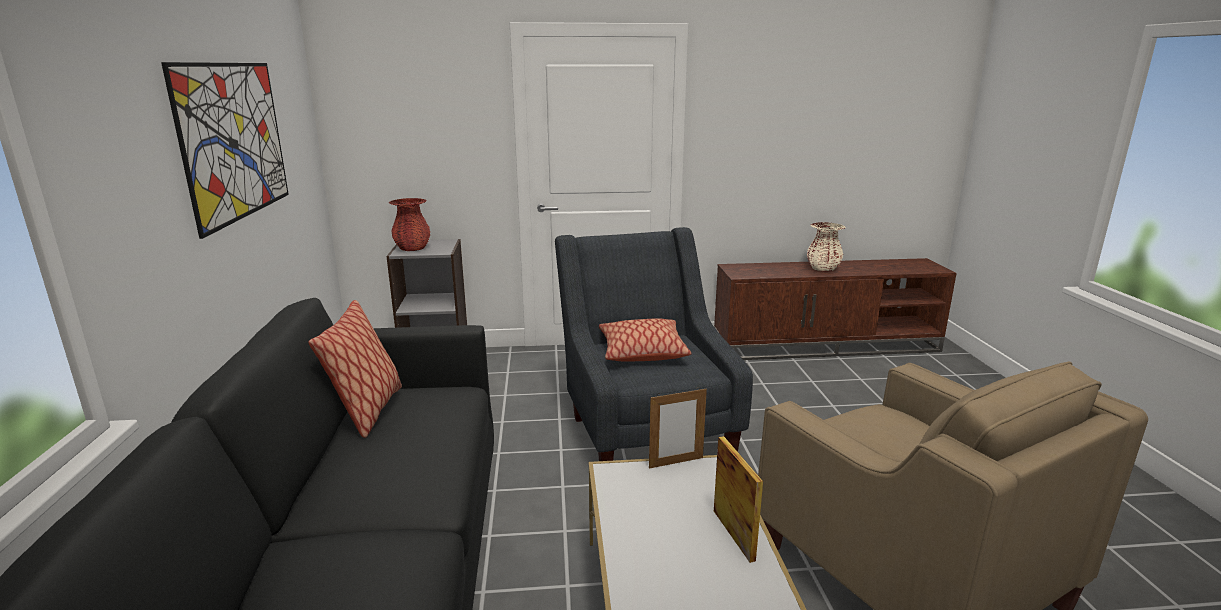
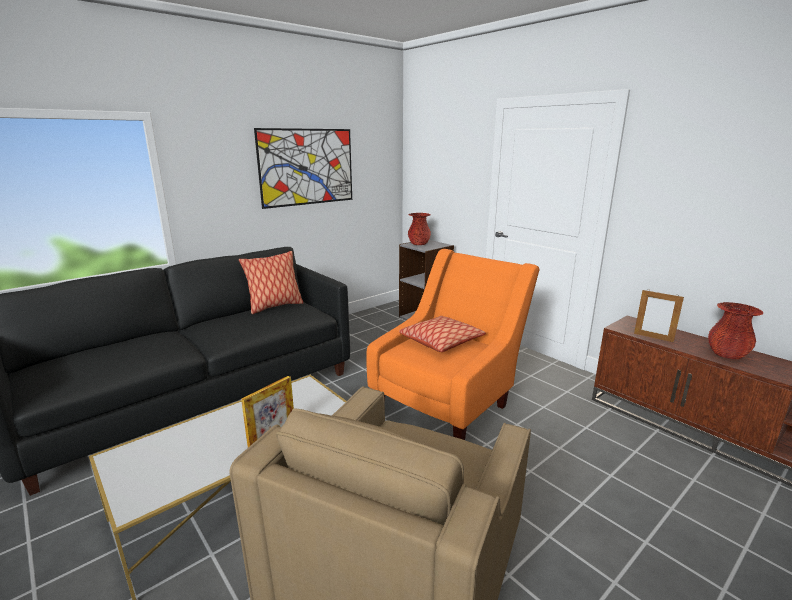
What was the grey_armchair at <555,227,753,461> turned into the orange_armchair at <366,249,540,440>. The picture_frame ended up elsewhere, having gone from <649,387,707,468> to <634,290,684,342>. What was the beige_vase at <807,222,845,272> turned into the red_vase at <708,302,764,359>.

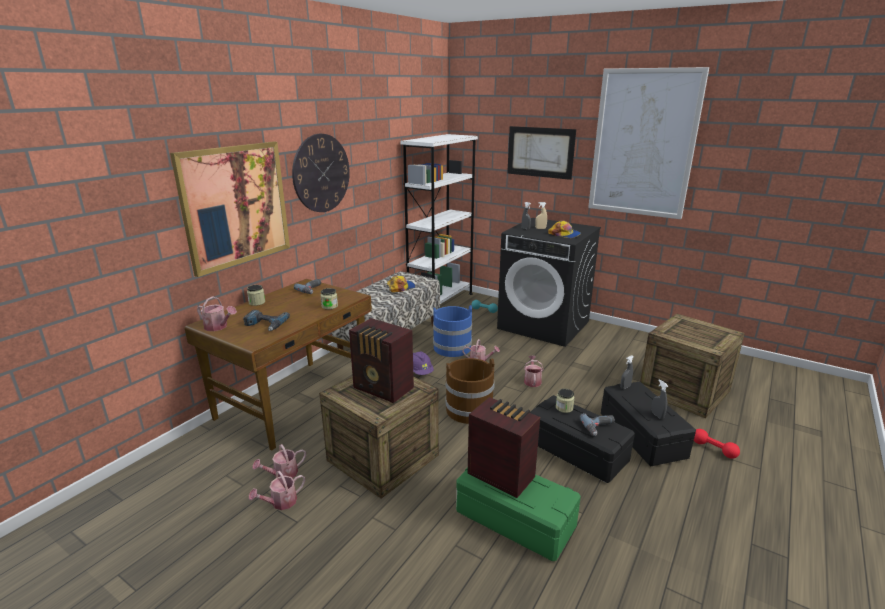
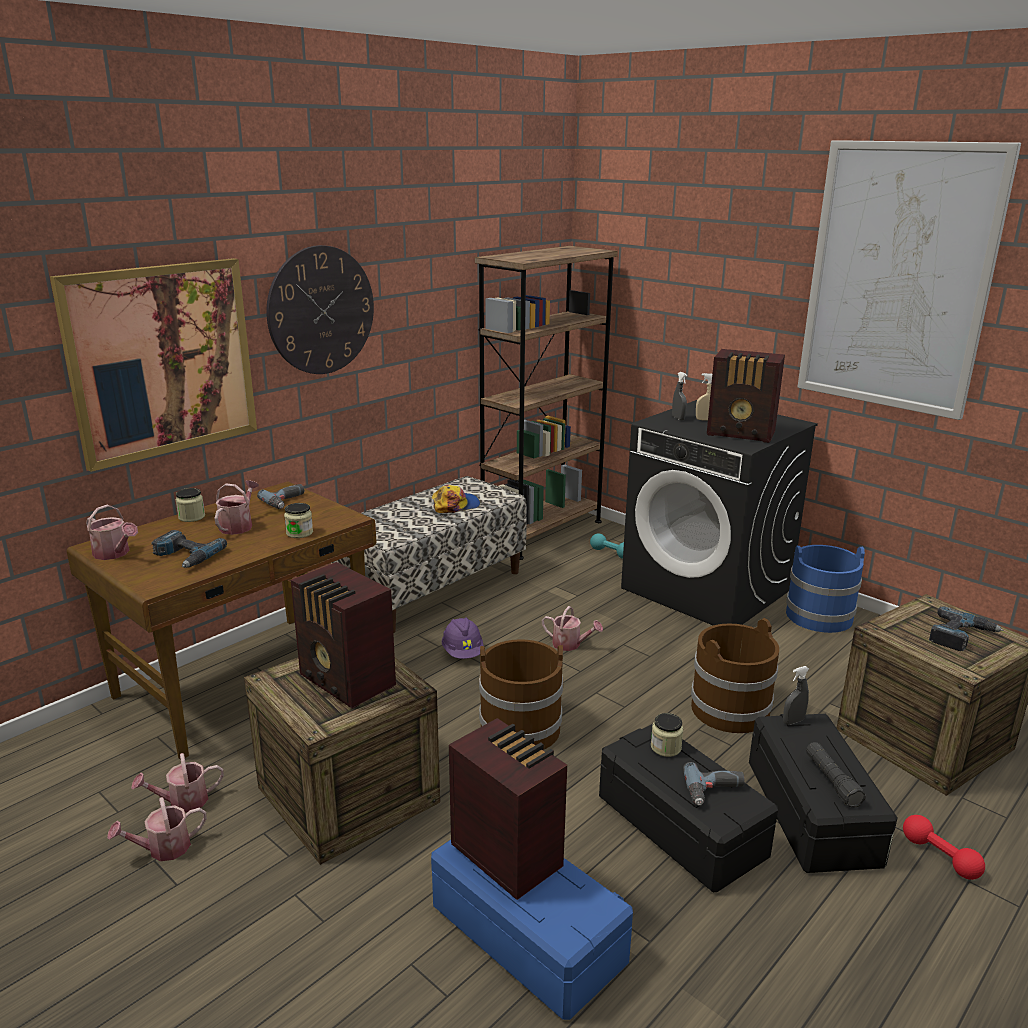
What was the white_bookcase at <401,134,478,304> turned into the brown_bookcase at <475,246,618,560>. The blue_bucket ended up elsewhere, having gone from <433,305,472,357> to <786,545,865,633>. What was the green_storage_box at <456,467,581,561> turned into the blue_storage_box at <431,840,633,1020>. The second view lost the picture at <507,126,576,180>. The watering_can ended up elsewhere, having gone from <524,356,543,387> to <214,480,259,535>. Where the cap stood at <548,221,581,238>, the radio came to stand at <707,349,785,443>. Where the grey_spray_bottle stood at <651,379,668,419>, the black_flashlight came to stand at <806,742,866,807>. The second view gained the brown_bucket at <691,618,779,733>. The second view gained the power_drill at <929,606,1003,651>.

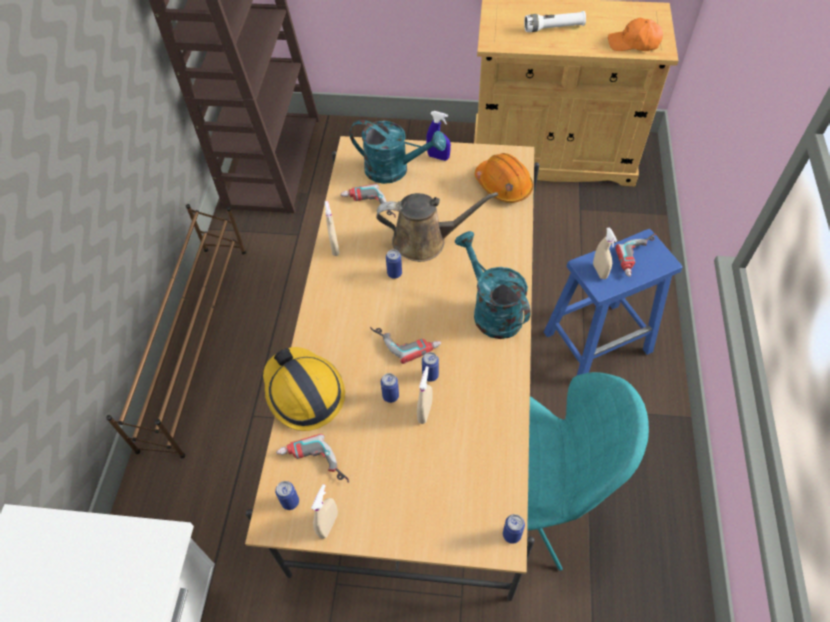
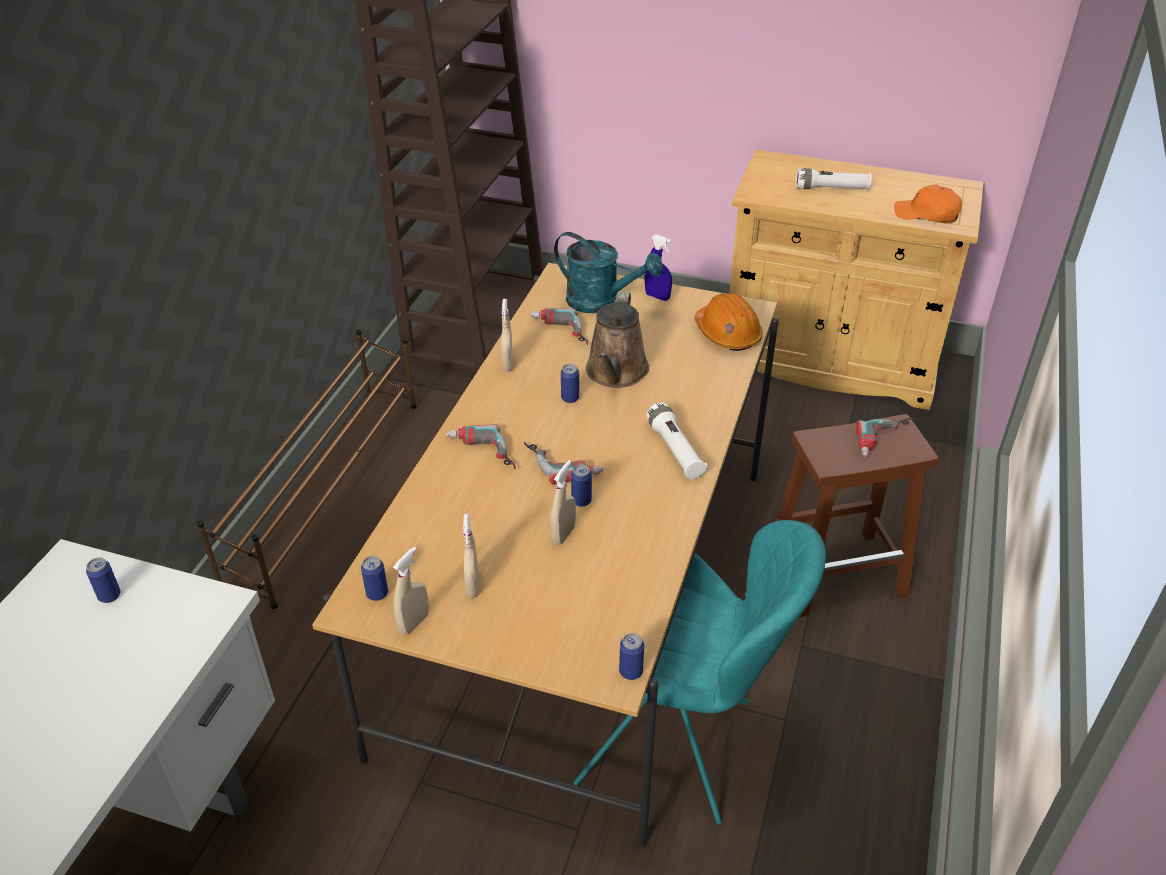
The second view lost the hard_hat at <263,347,345,431>. The power_drill ended up elsewhere, having gone from <276,434,349,483> to <446,424,516,469>. The brown_watering_can at <376,192,498,262> ended up facing another way, 90 degrees clockwise from before. The can ended up elsewhere, having gone from <381,373,399,403> to <86,557,121,603>. Where the turquoise_watering_can stood at <454,231,531,339>, the white_flashlight came to stand at <646,402,707,479>. What was the blue_stool at <544,229,682,375> turned into the brown_stool at <776,414,939,617>. The beige_spray_bottle ended up elsewhere, having gone from <593,227,617,279> to <463,514,478,598>.

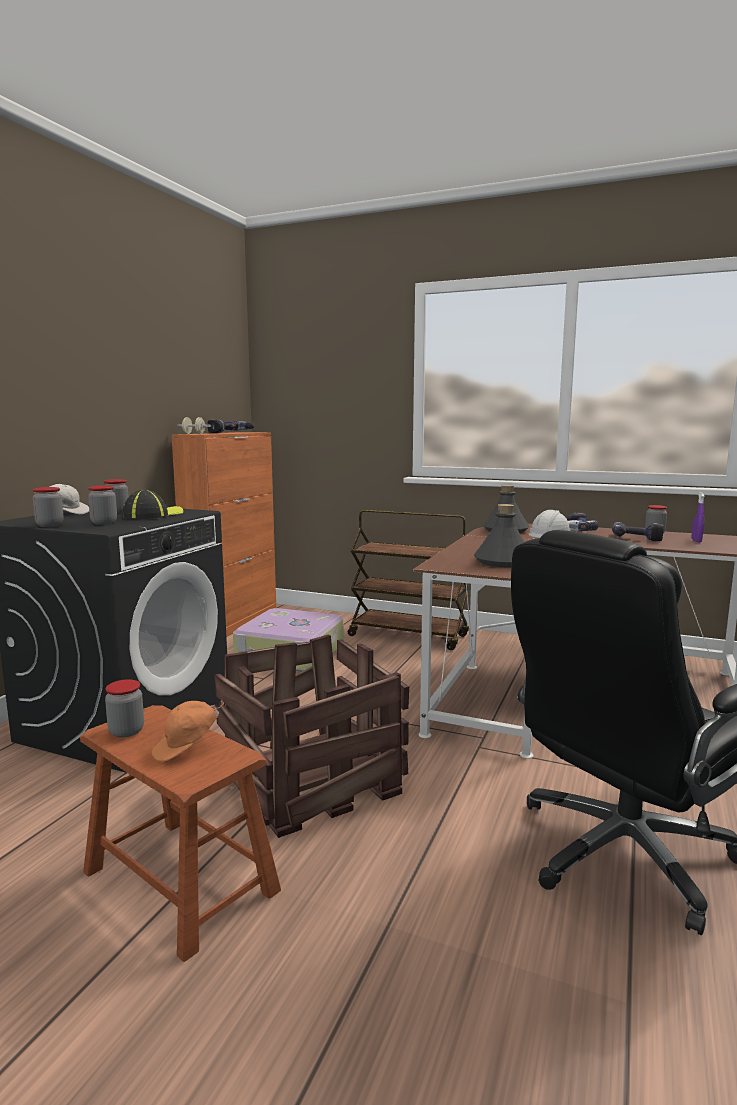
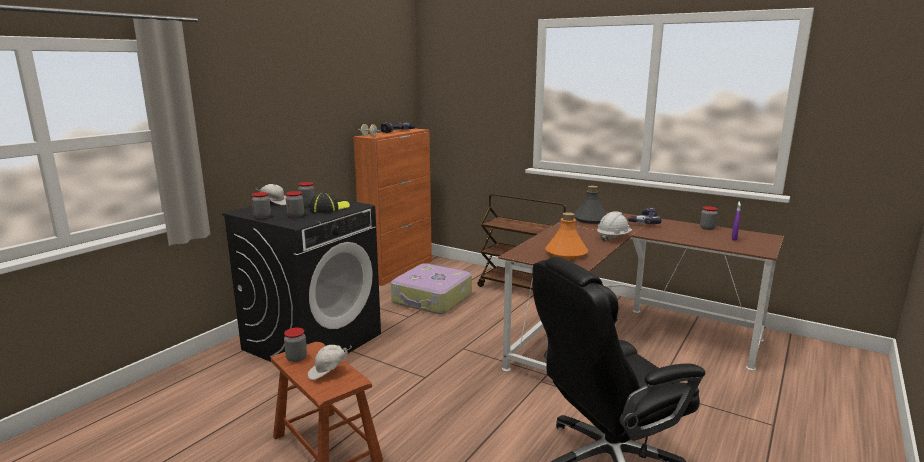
What was the orange_cap at <152,700,224,762> turned into the white_cap at <308,345,352,380>. The second view lost the crate at <214,634,409,838>. What was the grey_bottle at <474,504,524,568> turned into the orange_bottle at <545,212,588,259>. The second view lost the power_drill at <612,522,664,541>.

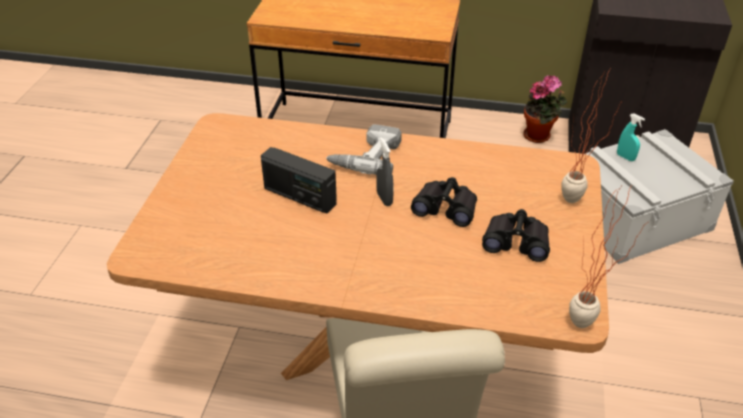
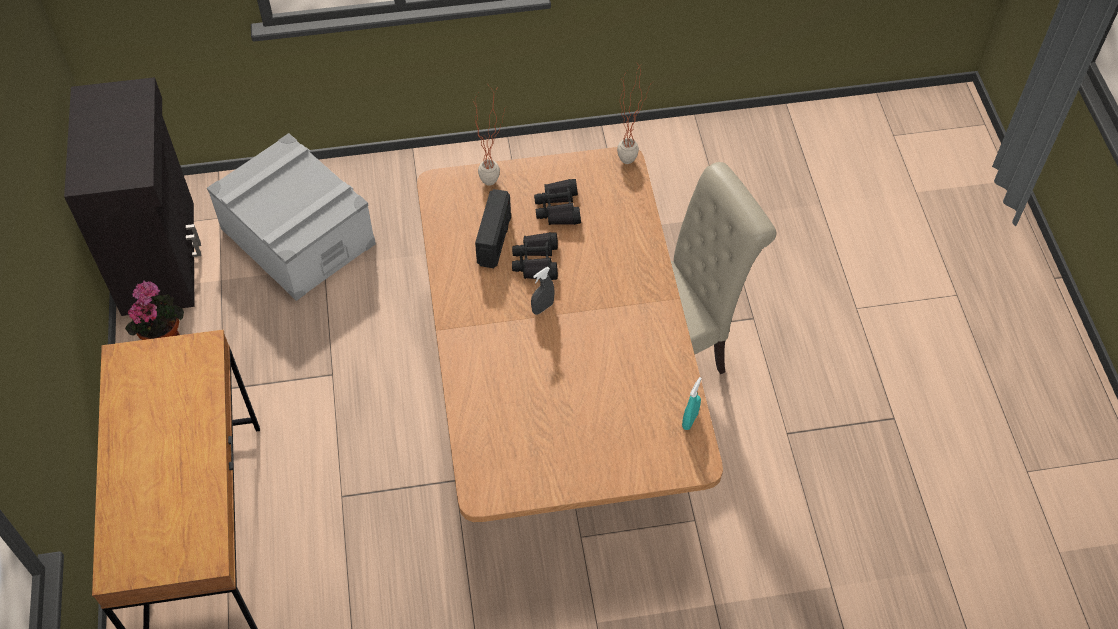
The radio ended up elsewhere, having gone from <261,147,337,214> to <475,189,511,268>. The second view lost the power_drill at <326,124,402,175>. The turquoise_spray_bottle ended up elsewhere, having gone from <617,114,645,161> to <682,377,702,430>.

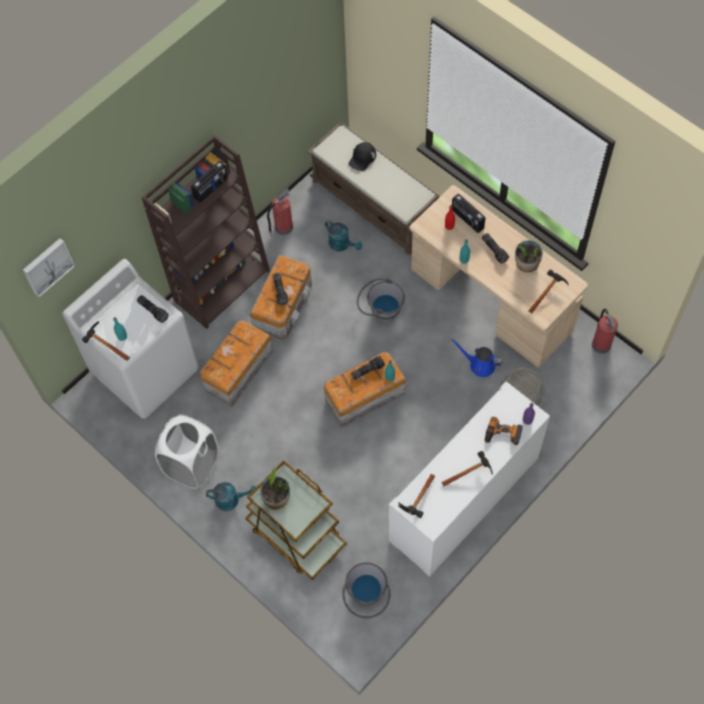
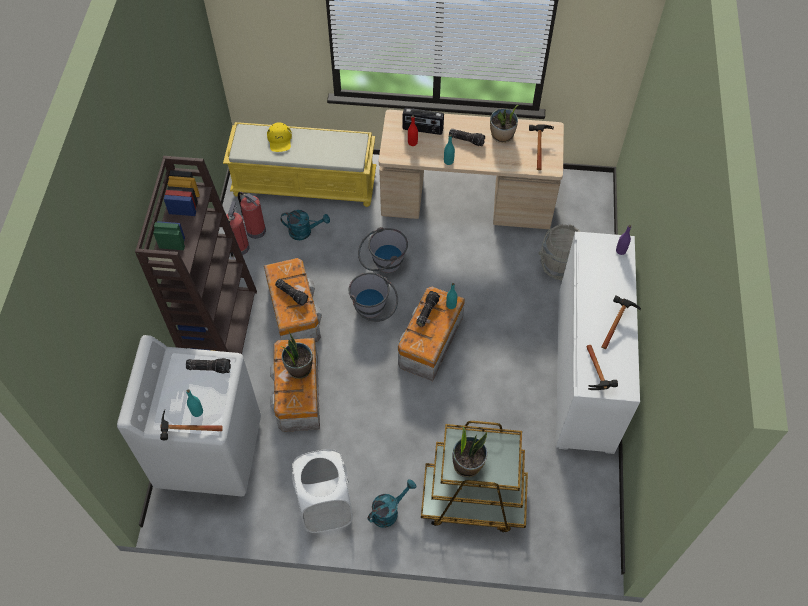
The second view lost the picture at <23,238,75,297>. The second view lost the radio at <191,161,228,203>. What was the brown_bench at <307,122,439,255> turned into the yellow_bench at <223,122,376,207>. The grey_bucket ended up elsewhere, having gone from <342,562,390,619> to <349,272,398,322>. What was the black_cap at <349,142,376,171> turned into the yellow_cap at <267,122,292,152>. The second view lost the blue_watering_can at <451,338,503,377>. The second view lost the power_drill at <485,417,523,445>. The fire_extinguisher ended up elsewhere, having gone from <592,309,618,354> to <238,192,266,239>. The second view gained the potted_plant at <280,332,313,379>.

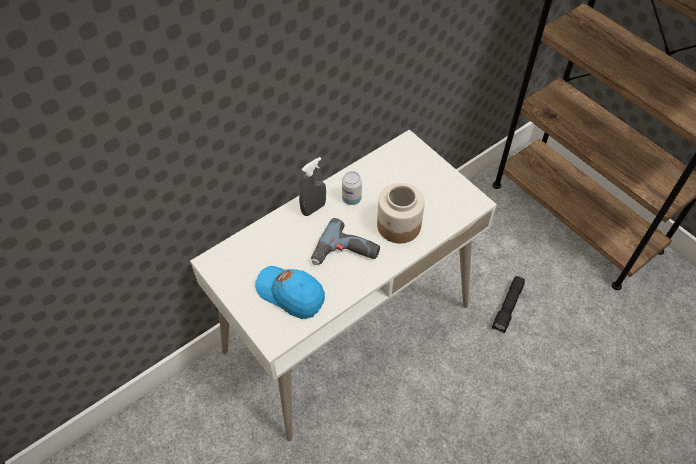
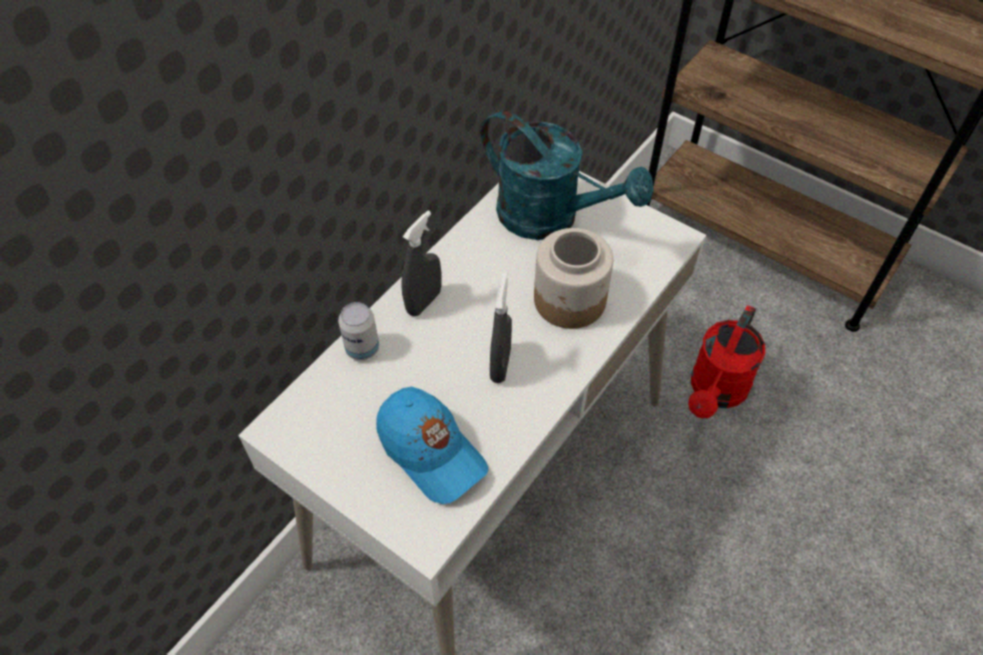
The blue_cap at <255,266,325,319> ended up facing another way, 150 degrees counterclockwise from before. Where the power_drill stood at <311,218,380,265>, the grey_spray_bottle came to stand at <490,273,512,383>. The can ended up elsewhere, having gone from <342,171,362,205> to <338,302,379,360>. Where the black_flashlight stood at <492,276,525,333>, the red_watering_can came to stand at <688,305,765,419>. The second view gained the turquoise_watering_can at <481,110,654,240>.

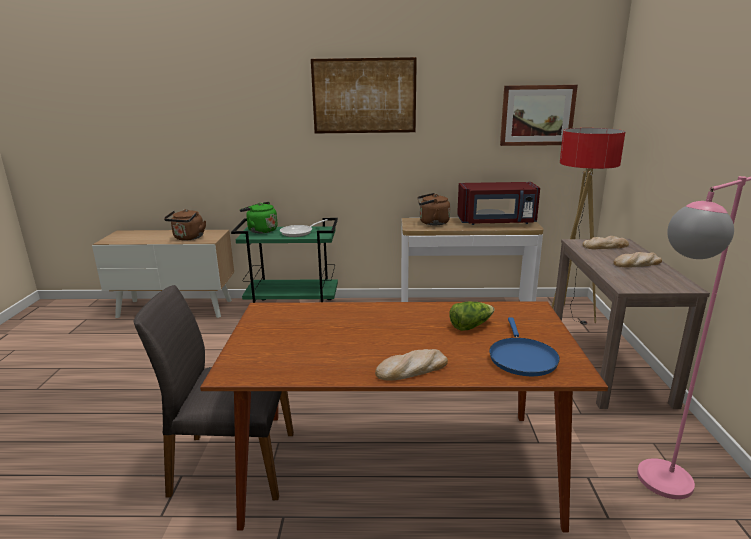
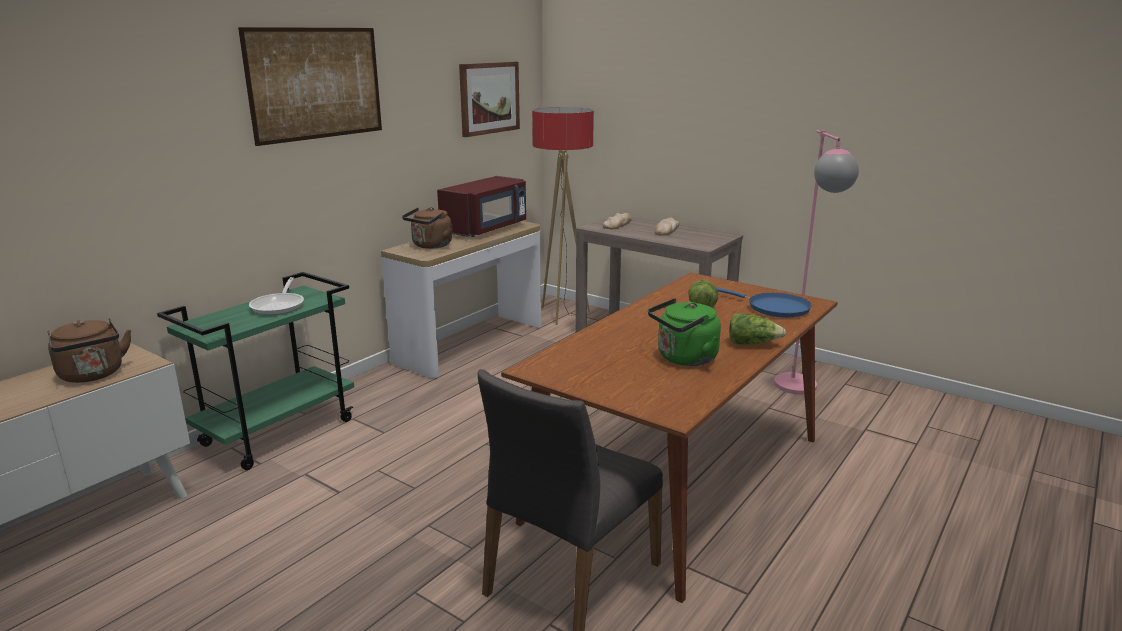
The green_kettle ended up elsewhere, having gone from <240,202,277,234> to <648,298,721,366>. Where the bread stood at <375,349,448,381>, the lettuce came to stand at <729,313,786,345>.

